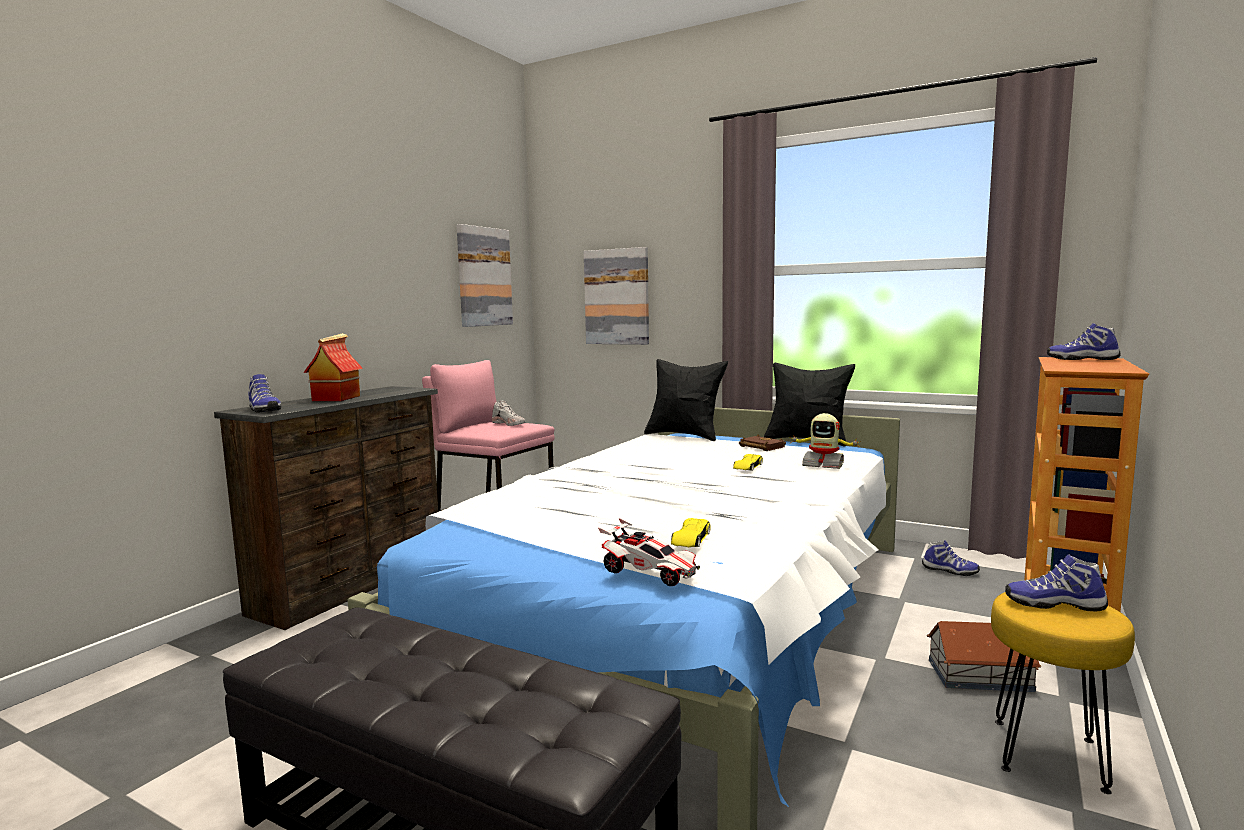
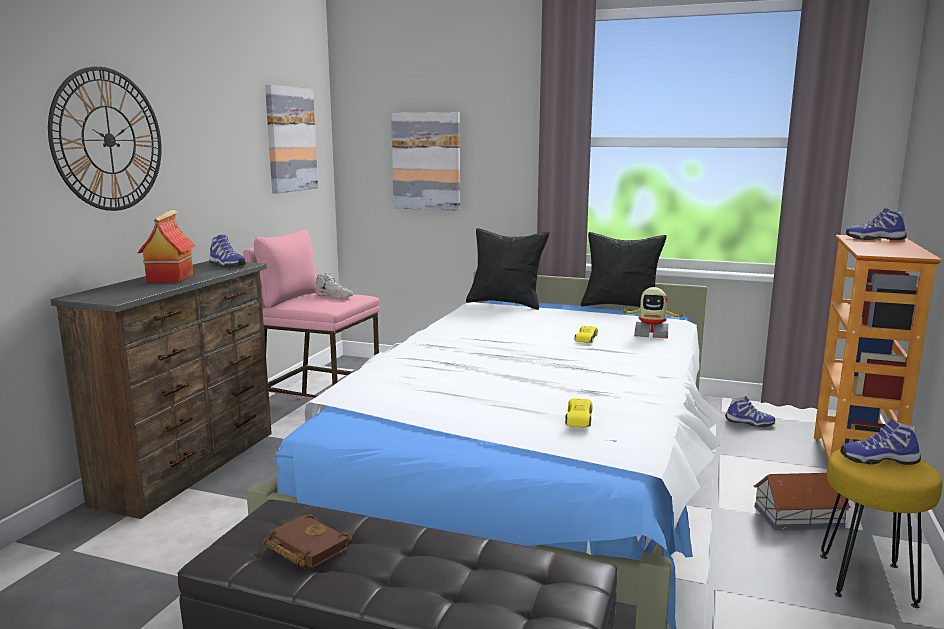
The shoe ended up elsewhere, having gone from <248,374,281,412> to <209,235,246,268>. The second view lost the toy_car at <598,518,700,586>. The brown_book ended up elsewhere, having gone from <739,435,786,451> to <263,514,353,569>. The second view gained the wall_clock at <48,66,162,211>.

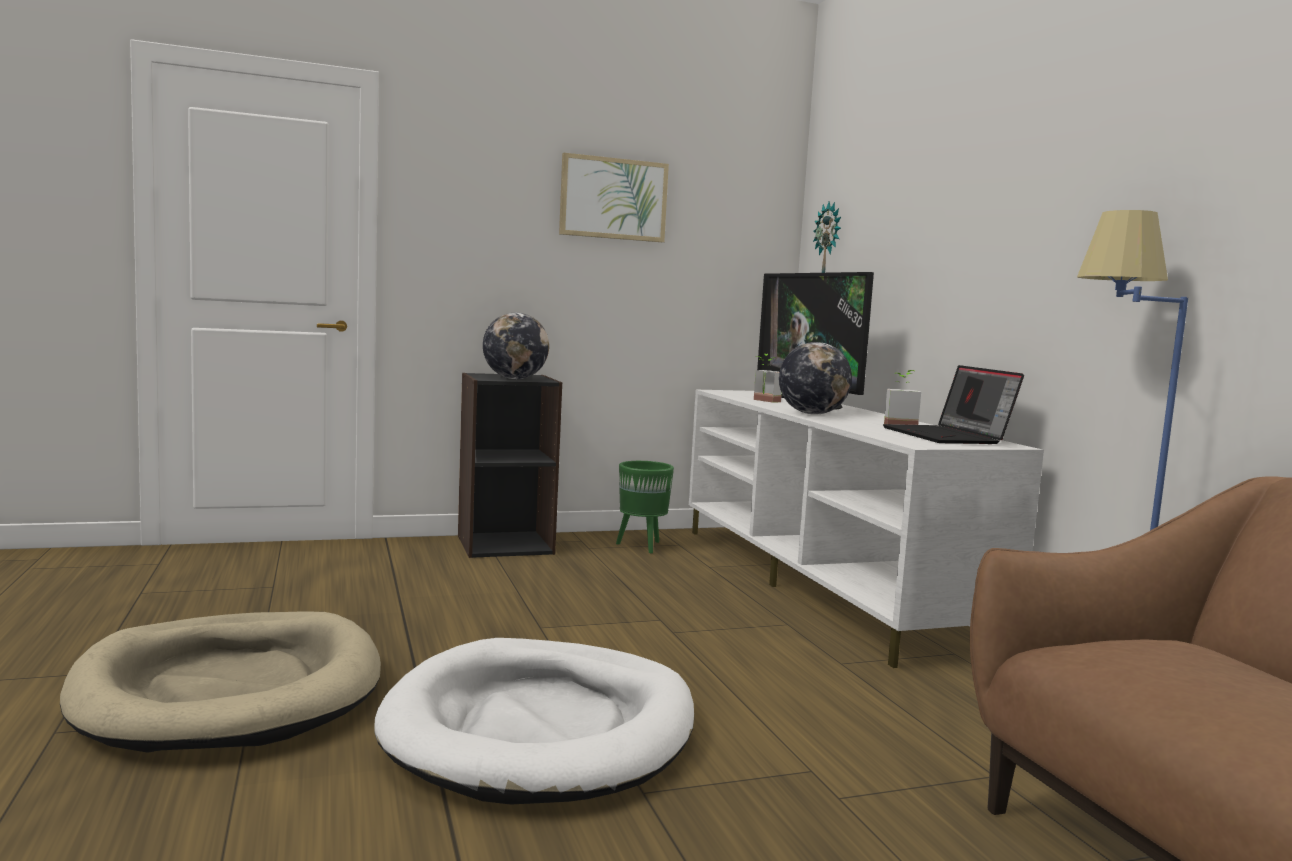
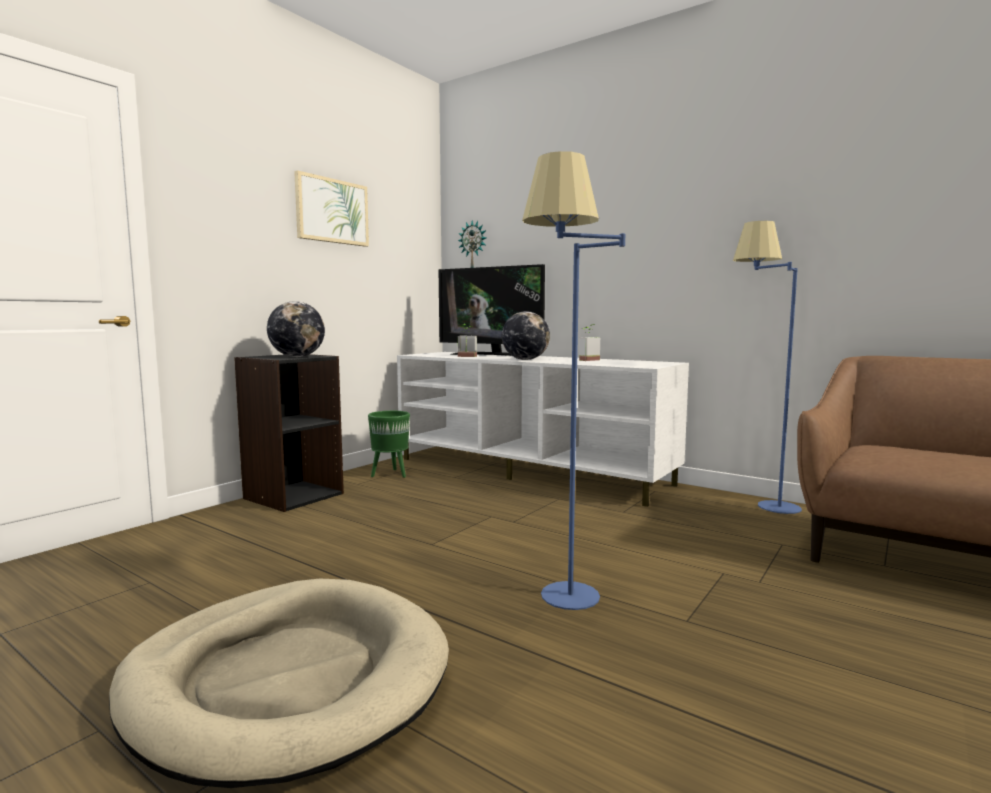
Where the white_dog_bed stood at <374,638,694,805>, the blue_floor_lamp came to stand at <522,151,625,610>. The second view lost the laptop at <883,365,1024,444>.

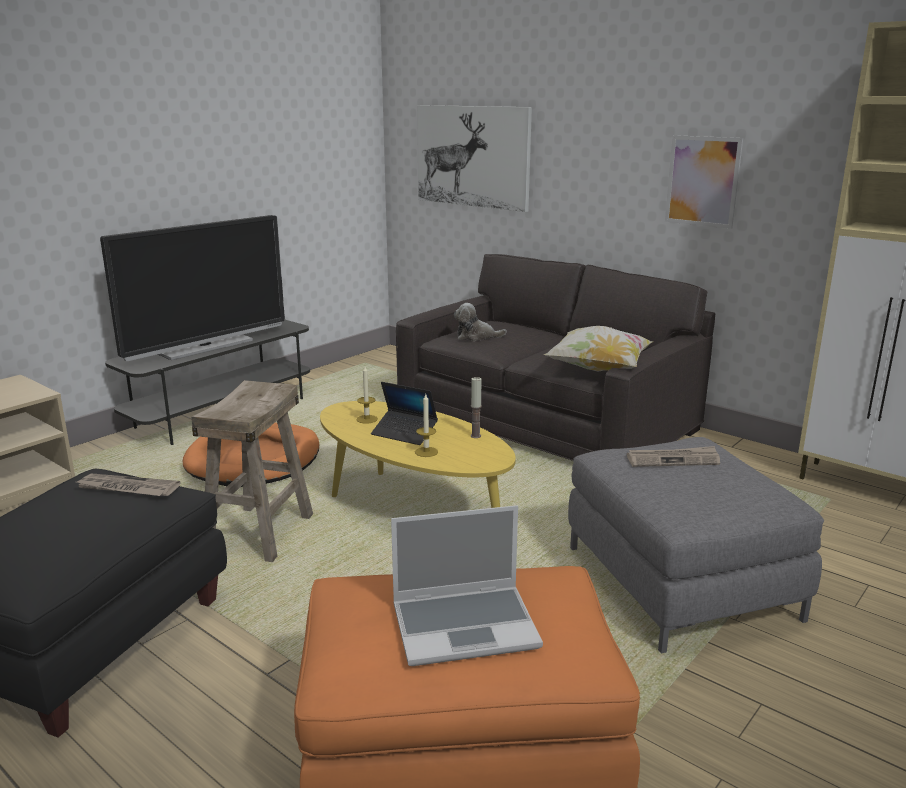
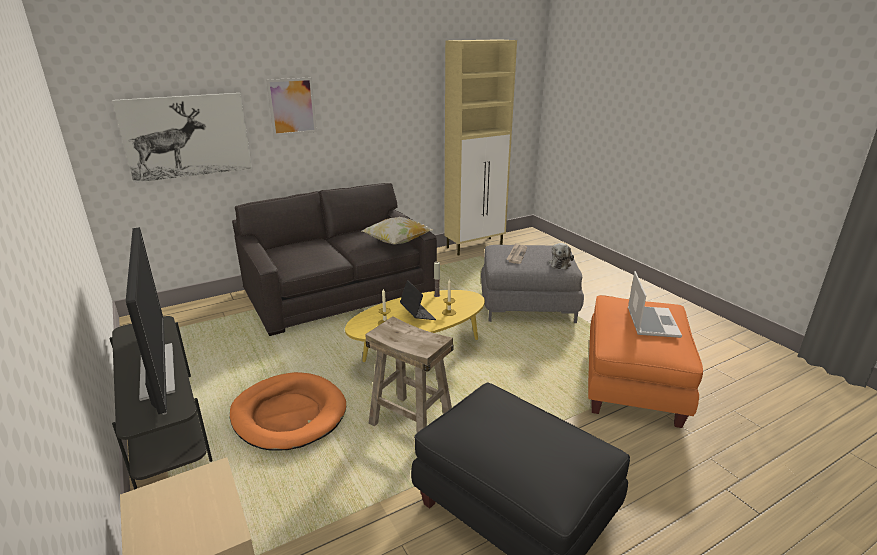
The second view lost the newspaper at <77,474,180,496>. The laptop at <371,382,438,445> ended up facing another way, 75 degrees counterclockwise from before. The plush_toy ended up elsewhere, having gone from <454,303,507,341> to <548,243,574,270>. The picture ended up elsewhere, having gone from <665,135,743,229> to <266,77,317,136>.

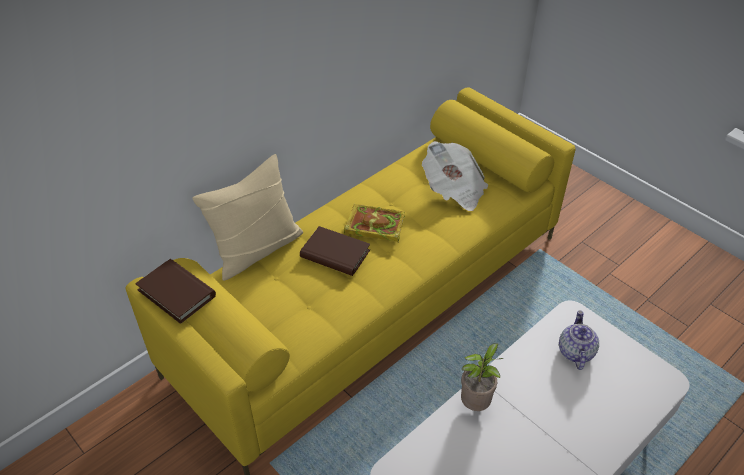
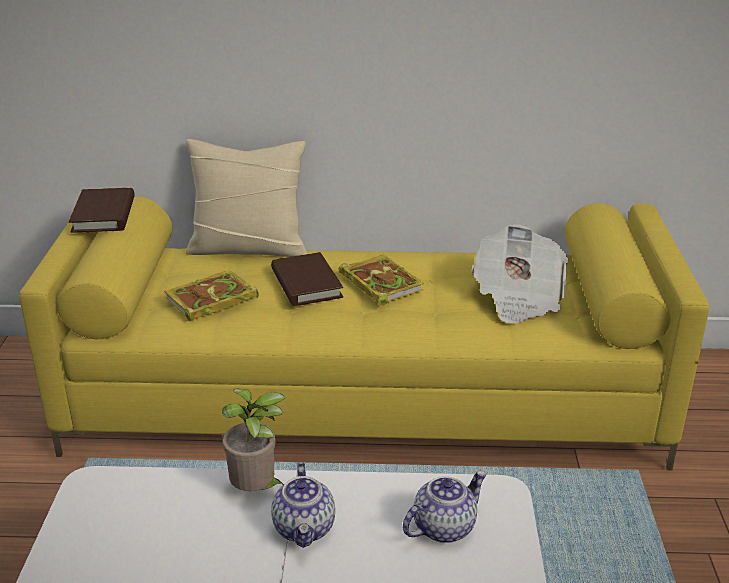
The second view gained the book at <165,269,259,321>. The second view gained the teapot at <271,462,335,548>.

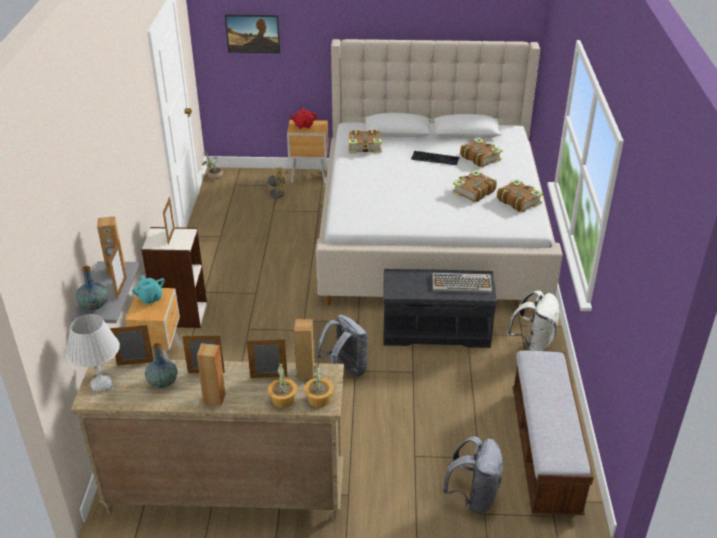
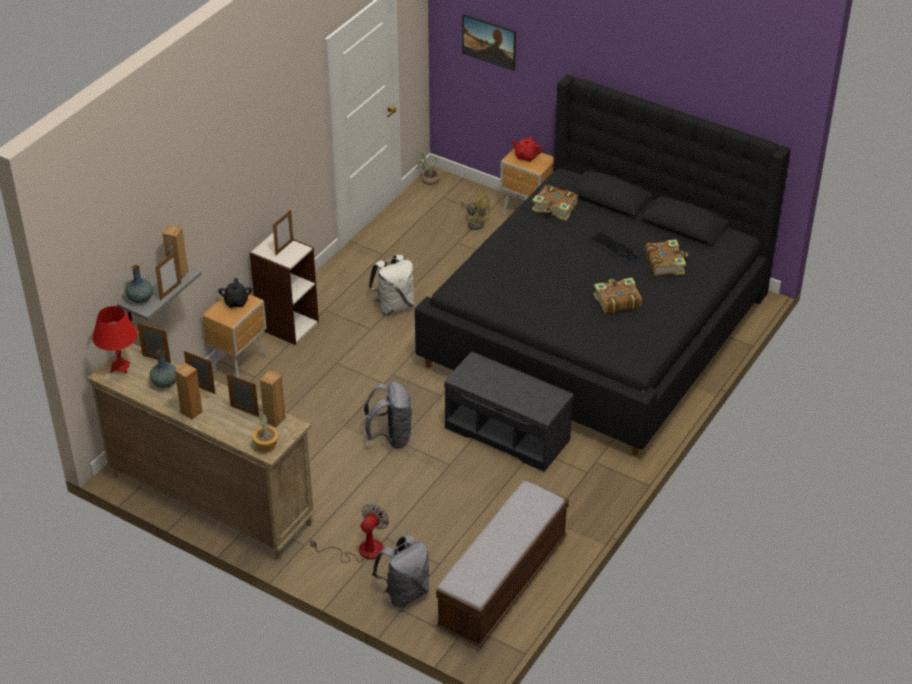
What was the white_table_lamp at <66,314,120,394> turned into the red_table_lamp at <92,306,138,374>. What was the turquoise_teapot at <132,275,165,305> turned into the black_teapot at <218,278,252,308>. The second view lost the potted_plant at <268,363,297,408>. What was the beige_bed at <316,39,563,305> turned into the black_bed at <415,74,791,456>. The second view lost the keyboard at <432,273,492,293>. The second view lost the book at <497,179,543,212>. The white_backpack ended up elsewhere, having gone from <507,290,560,351> to <368,255,414,315>. The second view gained the fan at <310,504,389,563>.

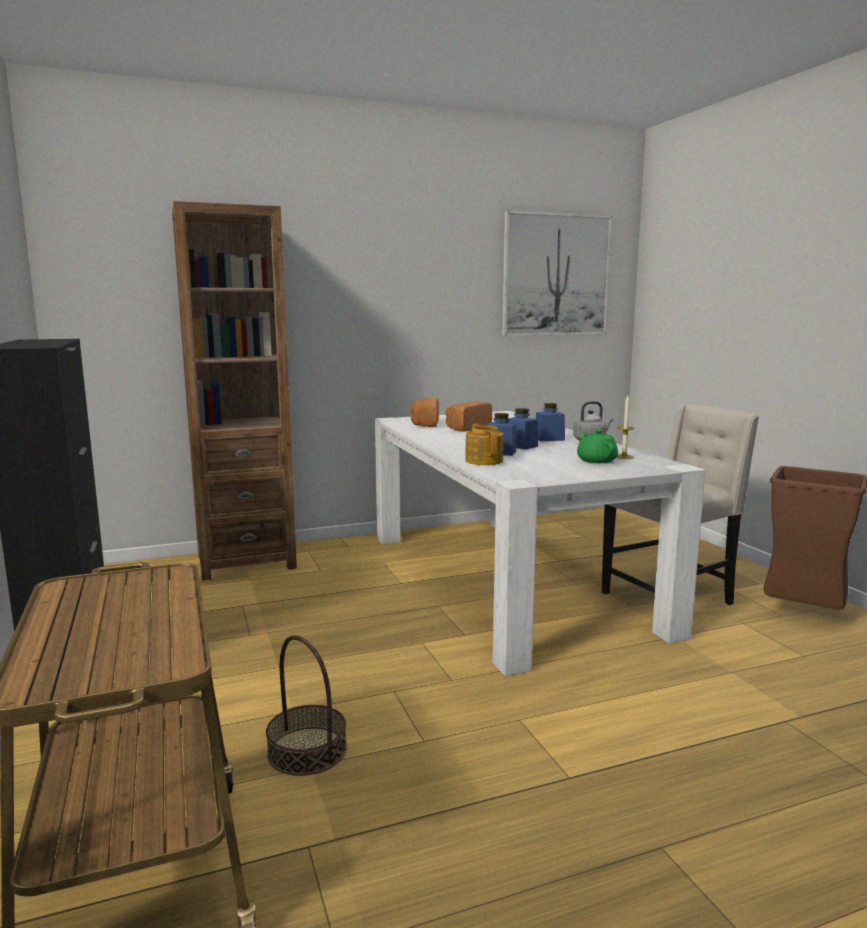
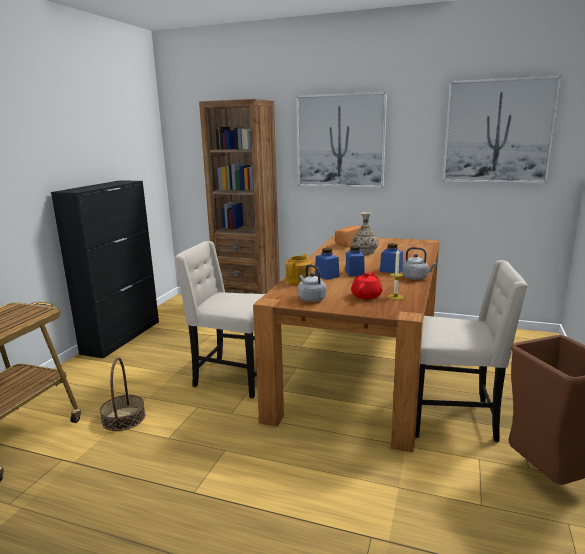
What was the white_dining_table at <375,411,705,676> turned into the brown_dining_table at <253,235,439,452>. Where the bread stood at <446,402,492,432>, the vase came to stand at <352,212,378,254>. What was the green_teapot at <577,430,618,463> turned into the red_teapot at <351,271,382,299>. The second view gained the beige_chair at <174,241,265,398>. The second view gained the picture at <296,92,387,188>. The second view gained the grey_kettle at <298,264,327,302>.

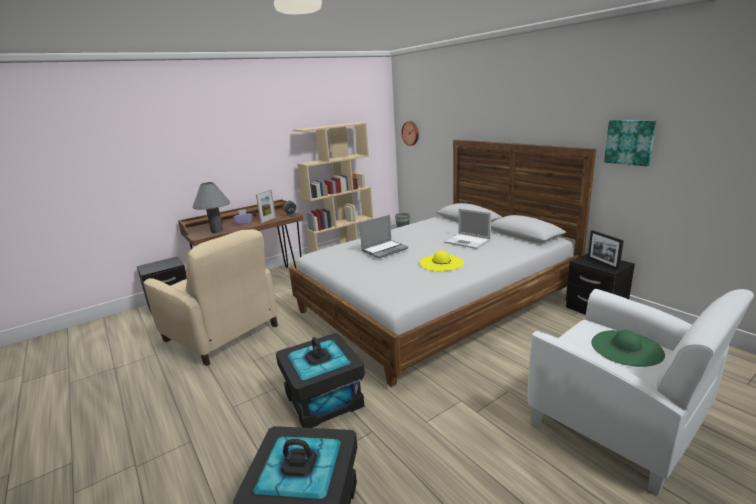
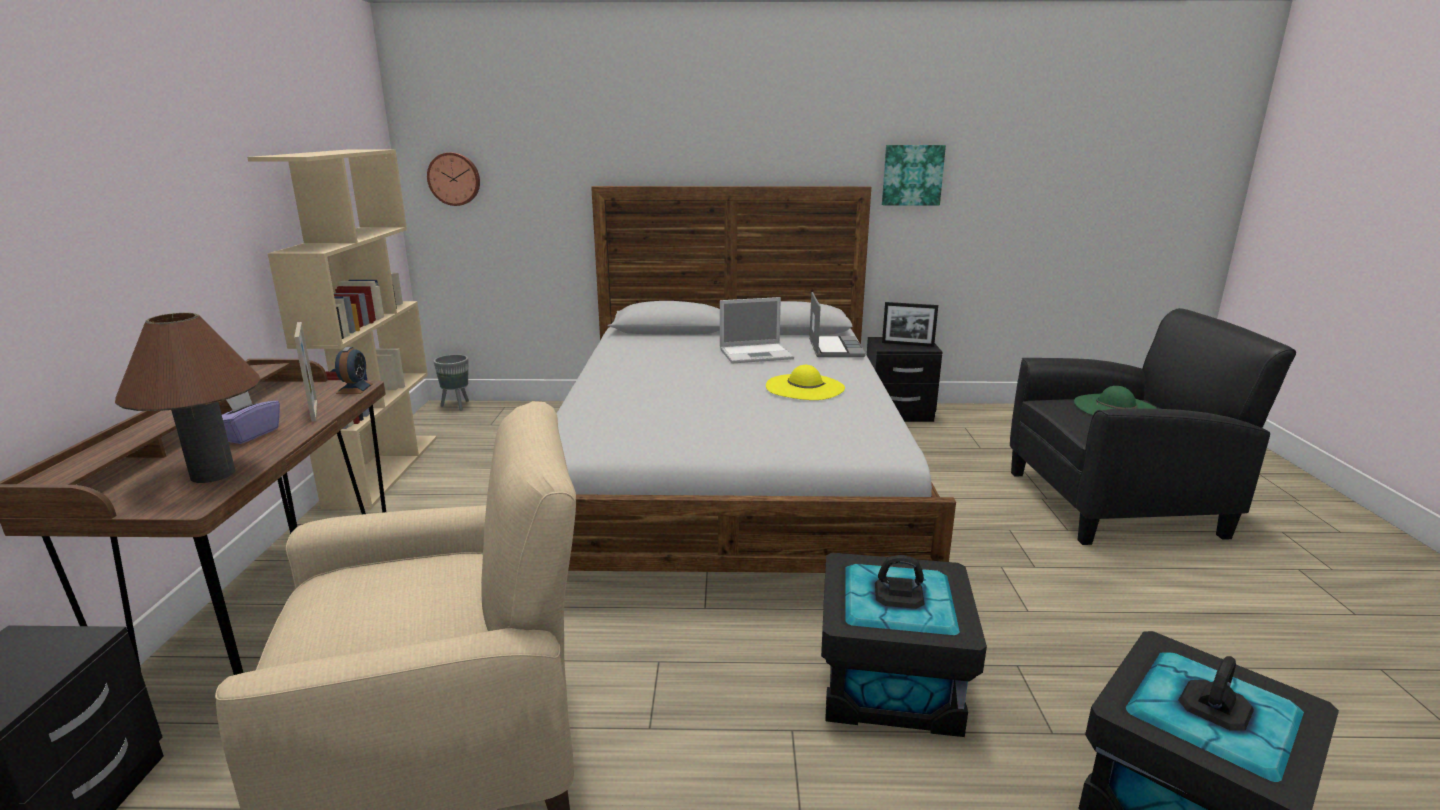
What was the grey_table_lamp at <192,182,230,233> turned into the brown_table_lamp at <115,313,261,483>. The laptop ended up elsewhere, having gone from <359,215,408,258> to <809,292,866,357>. What was the white_armchair at <528,289,754,495> turned into the black_armchair at <1010,308,1296,545>.

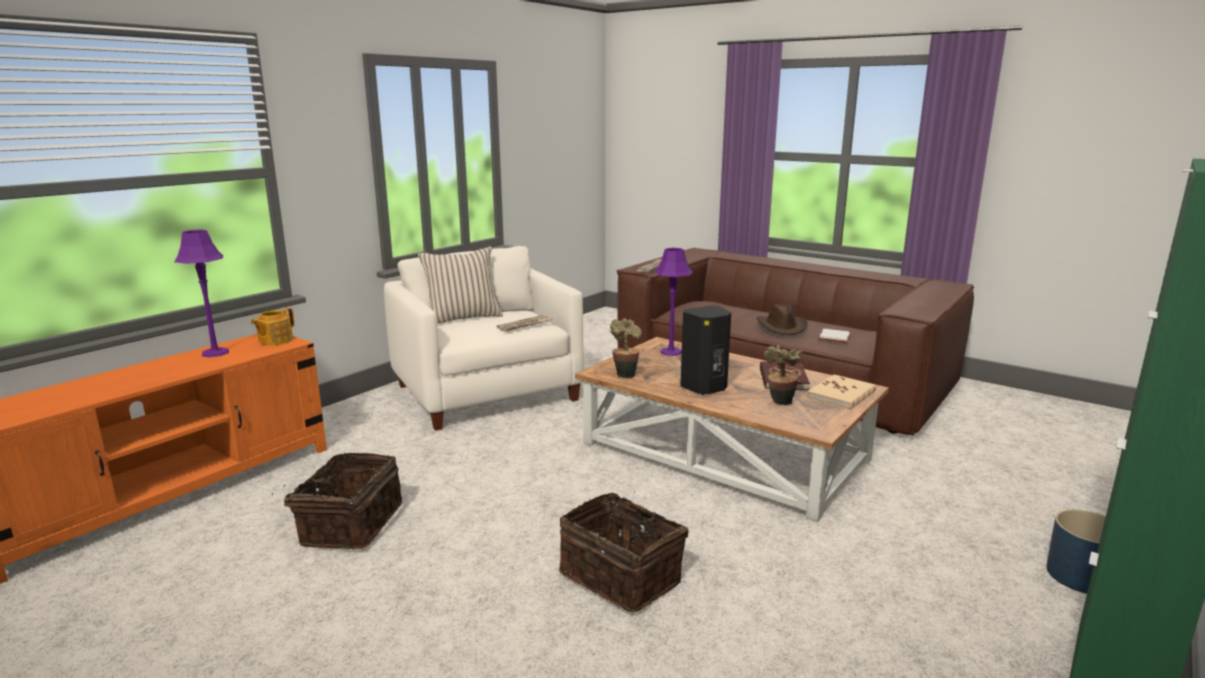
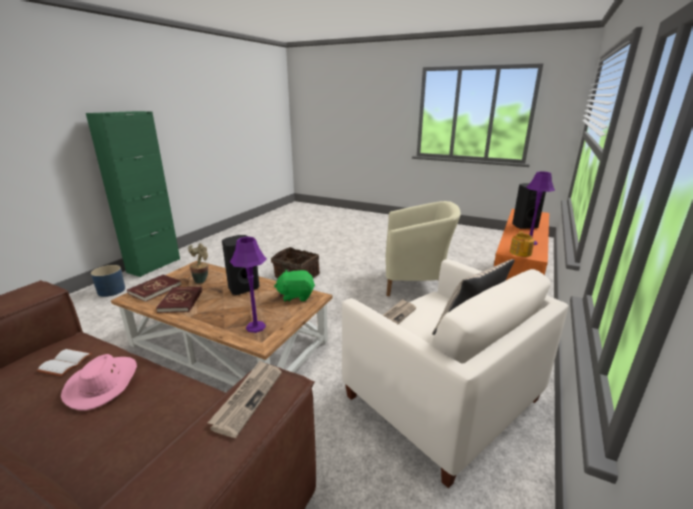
Where the basket stood at <272,453,402,549>, the beige_armchair came to stand at <385,201,461,296>. Where the potted_plant stood at <610,318,642,379>, the green_plush_toy came to stand at <274,270,315,302>. What was the brown_hat at <757,304,808,335> turned into the pink_hat at <61,354,137,411>. What was the beige_book at <807,374,876,410> turned into the red_book at <127,275,181,302>. The second view gained the black_speaker at <512,183,546,229>.

